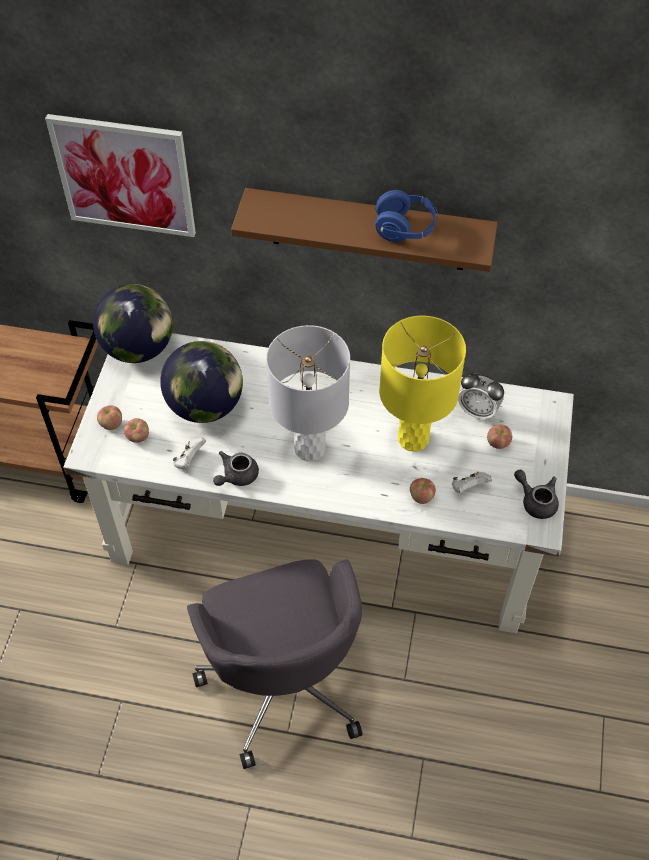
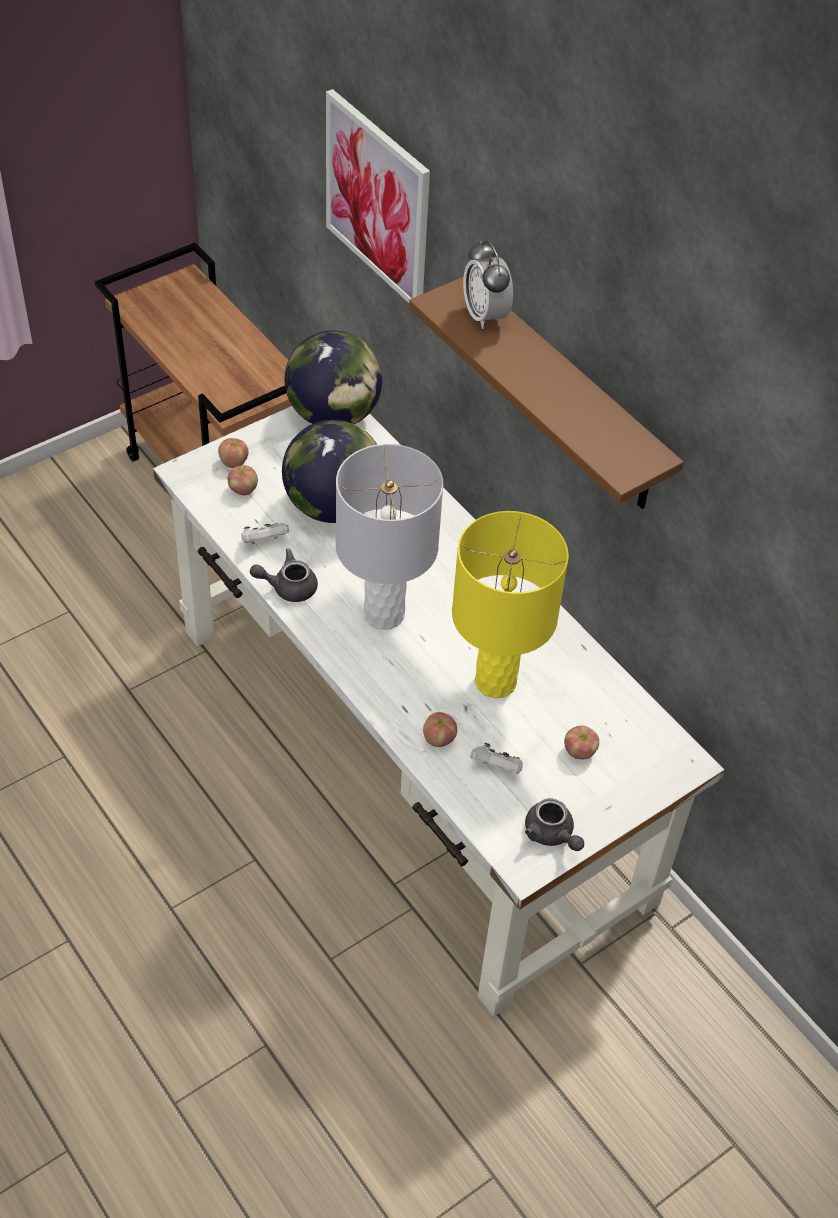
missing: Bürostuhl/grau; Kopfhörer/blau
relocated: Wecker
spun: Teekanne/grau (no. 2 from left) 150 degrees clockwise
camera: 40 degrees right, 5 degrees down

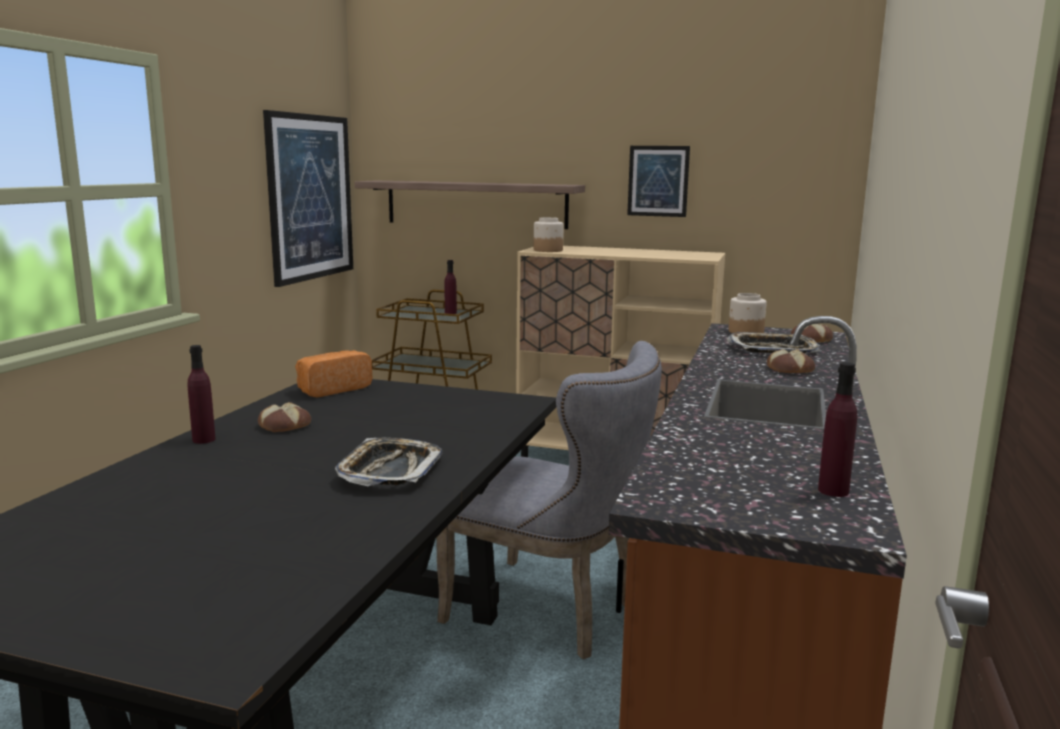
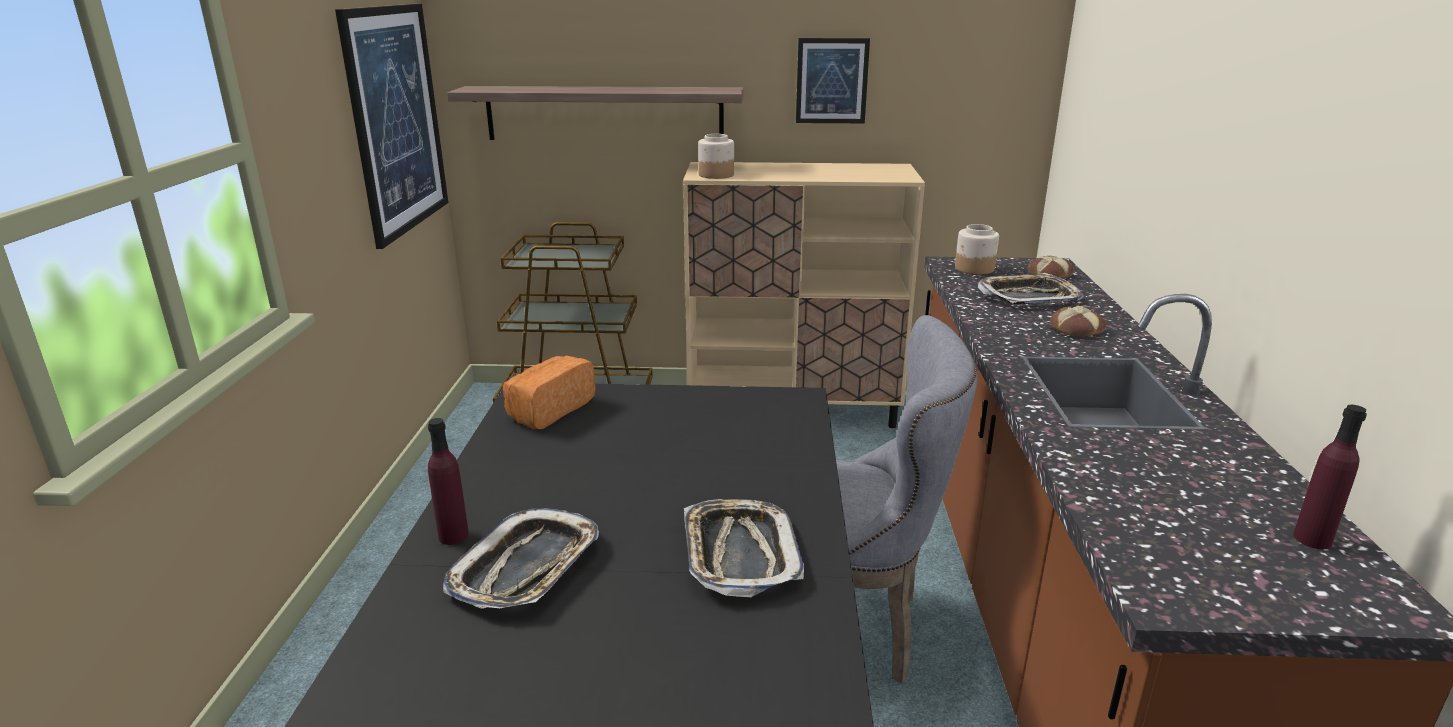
missing: Brot (no. 1 from left); Flasche/lila (no. 2 from left)
appeared: Tablett (no. 1 from left)
camera: 15 degrees left, 10 degrees up

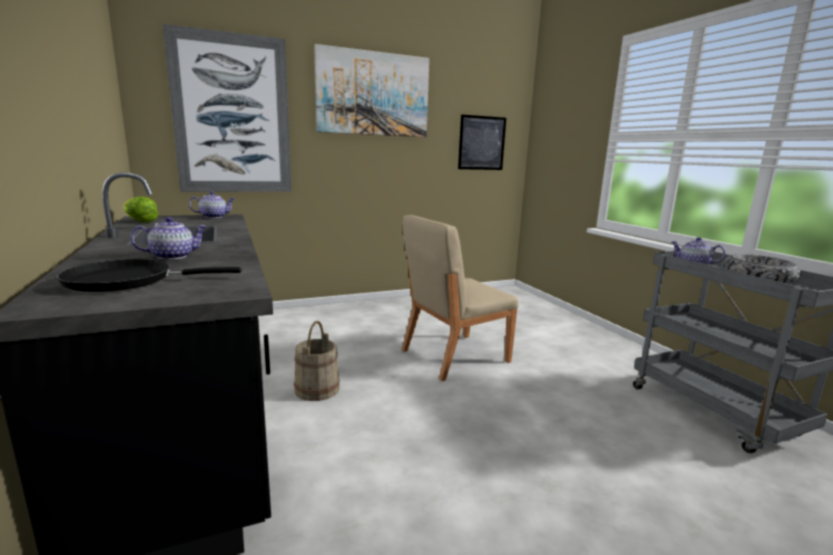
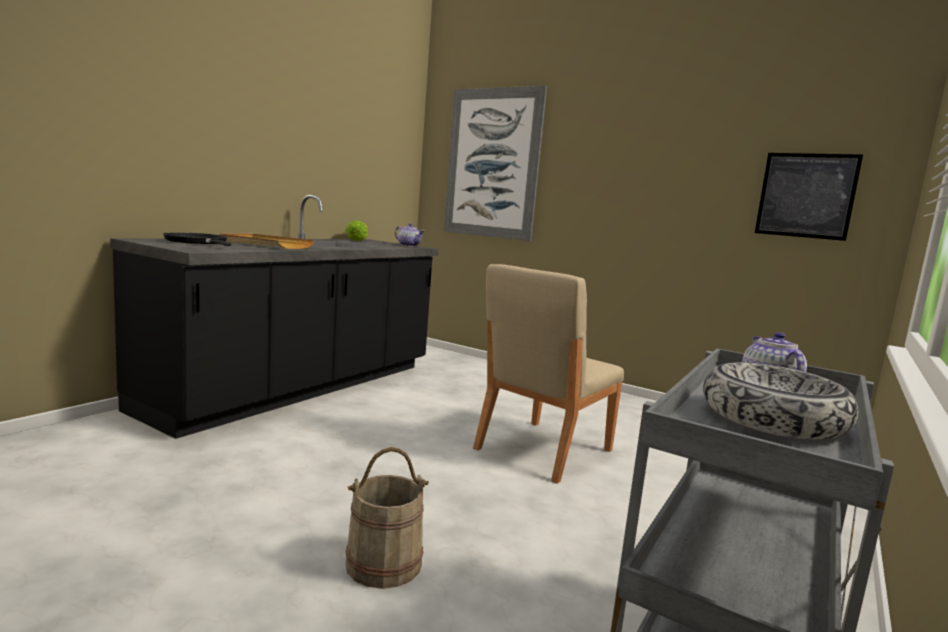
missing: Bild (no. 2 from left)
relocated: Eimer/beige
exchanged: Teekanne (no. 1 from left) to Tablett/beige
spun: Stuhl/beige 75 degrees counterclockwise
camera: 55 degrees right, 5 degrees down

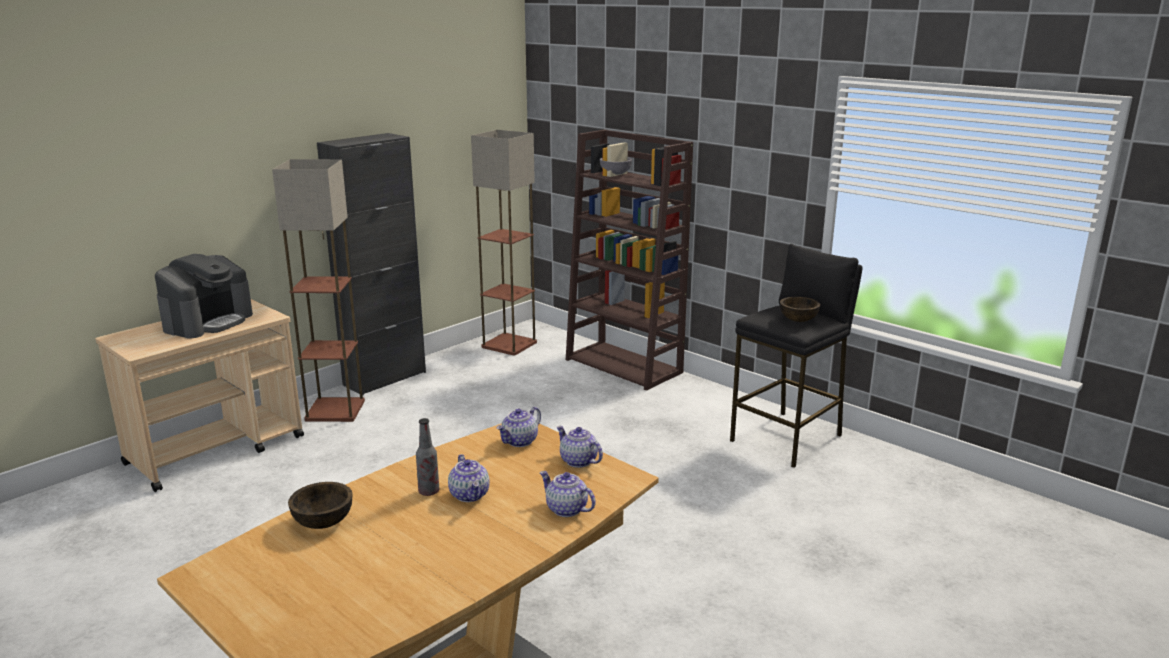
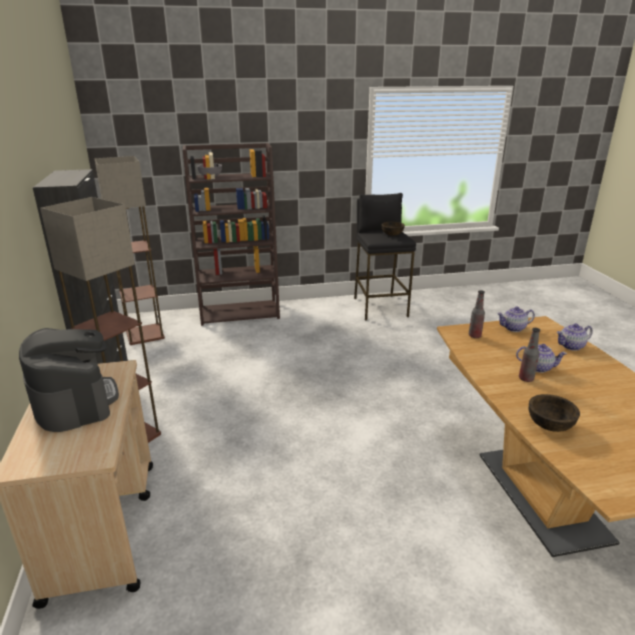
exchanged: Teekanne (no. 2 from left) to Flasche (no. 1 from left)
camera: 55 degrees left, 5 degrees up

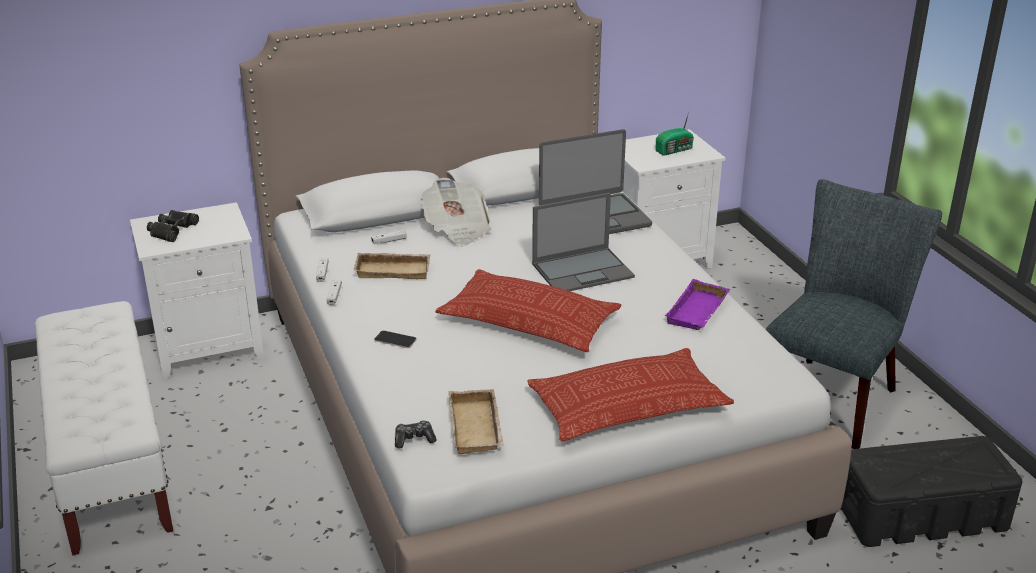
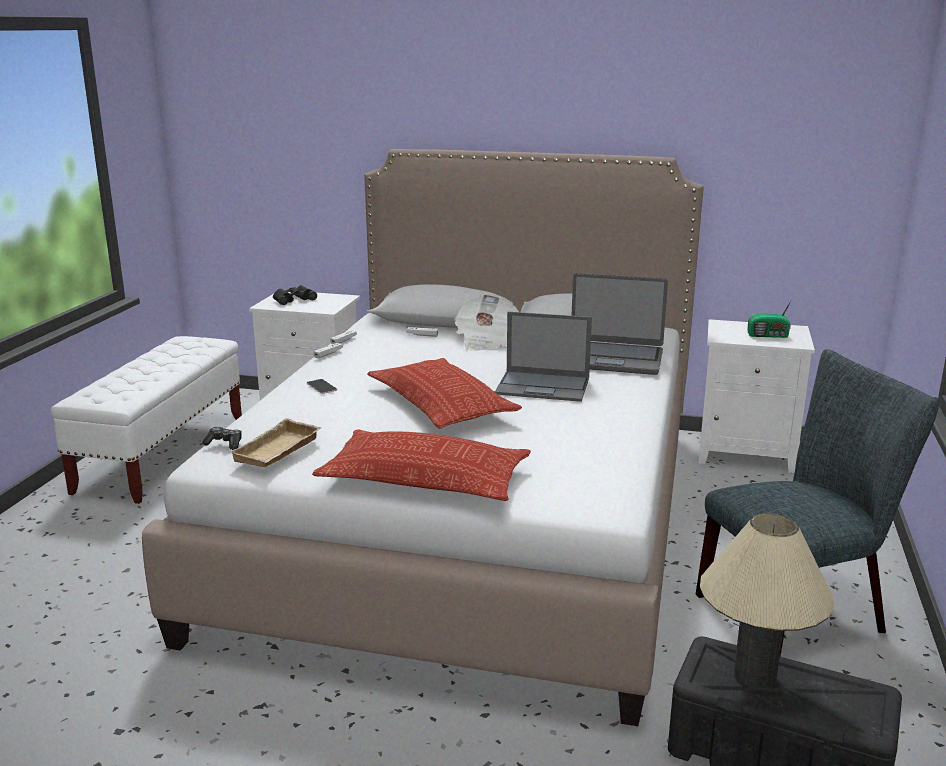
missing: Tablett/beige (no. 1 from left); Tablett/lila
appeared: Tischlampe/beige
camera: 35 degrees right, 10 degrees down

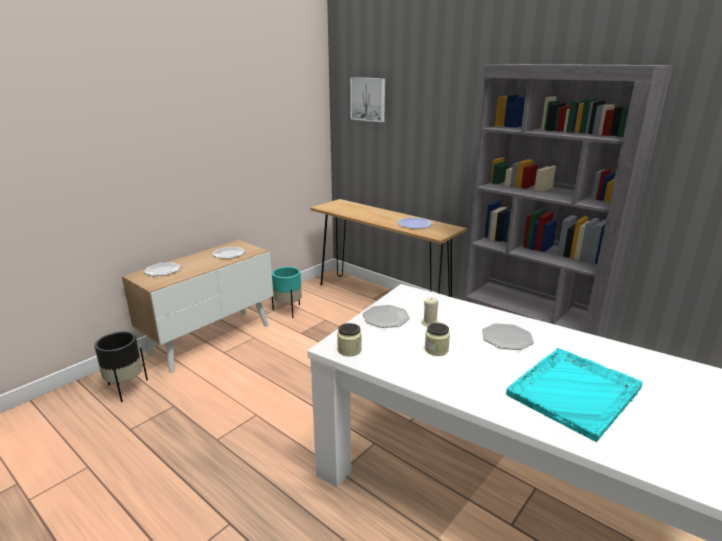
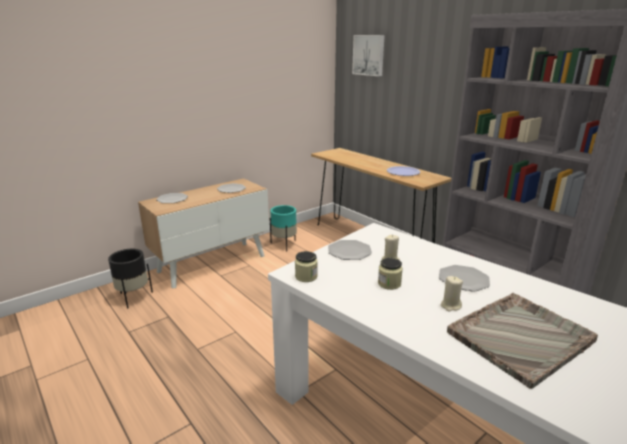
appeared: Kerze/beige (no. 2 from left)
colour: Tablett/türkis to Tablett/grau
camera: 10 degrees right, 0 degrees up

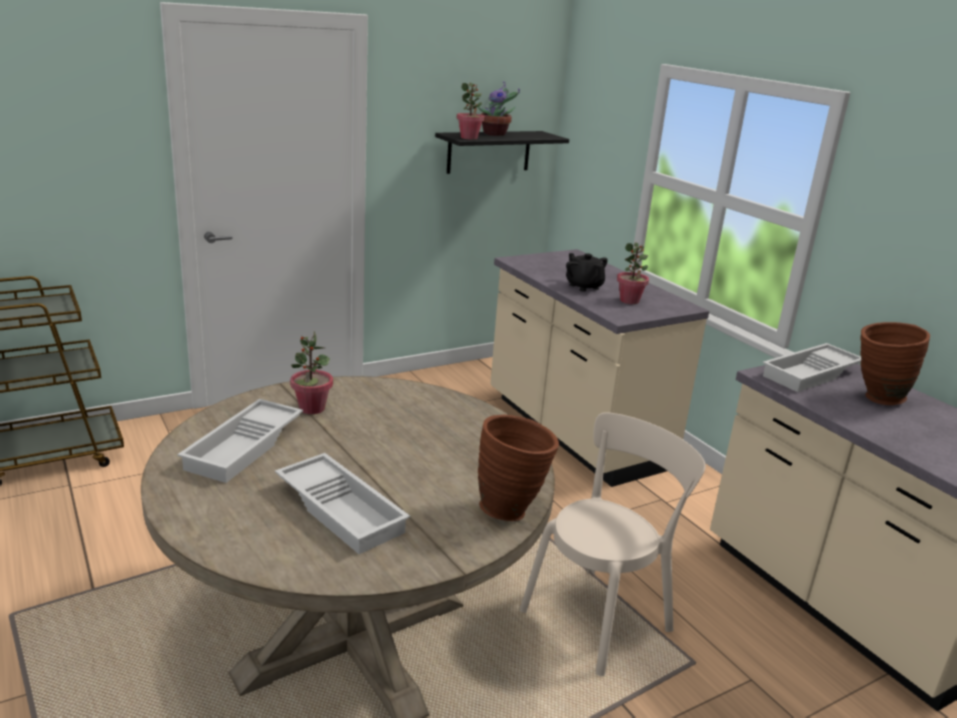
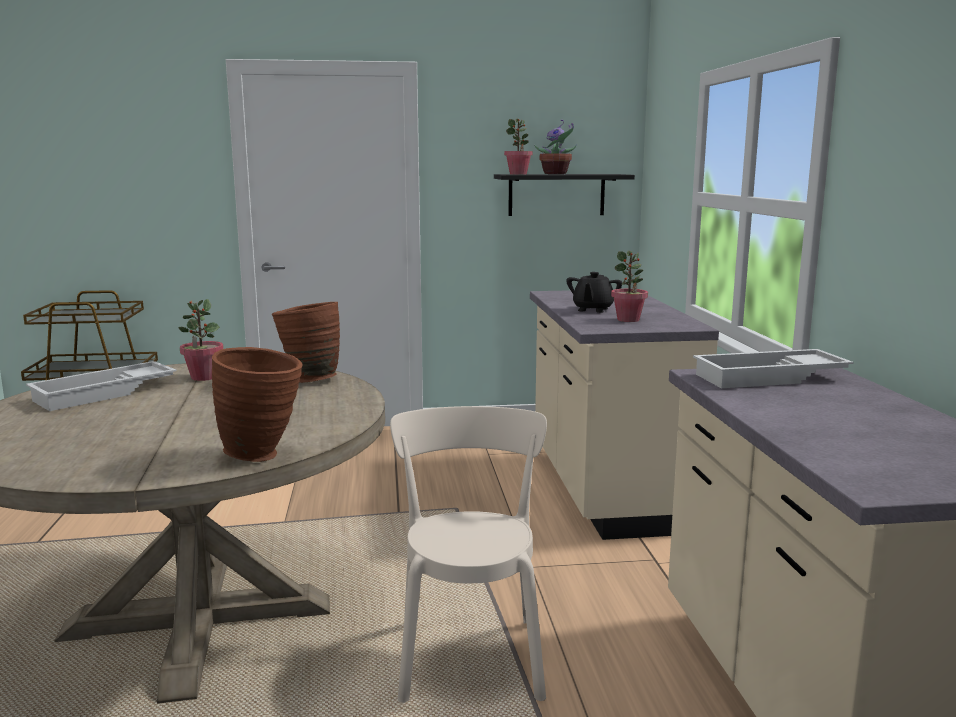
missing: Tablett/weiß (no. 2 from left)
relocated: Vase/braun (no. 2 from left)
spun: Stuhl/beige 75 degrees counterclockwise; Teekanne/schwarz 150 degrees counterclockwise
camera: 25 degrees right, 10 degrees down

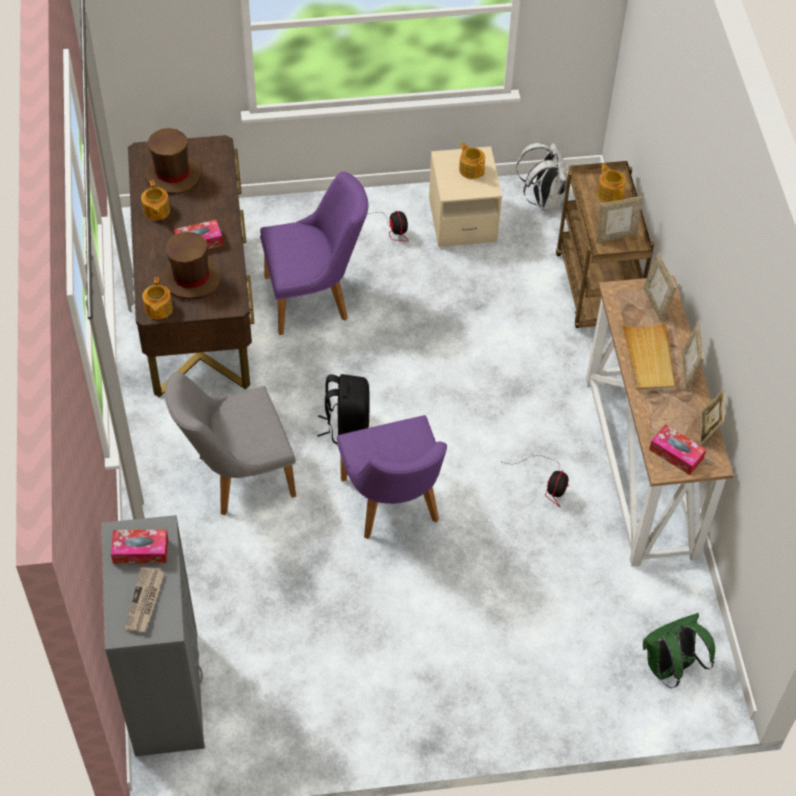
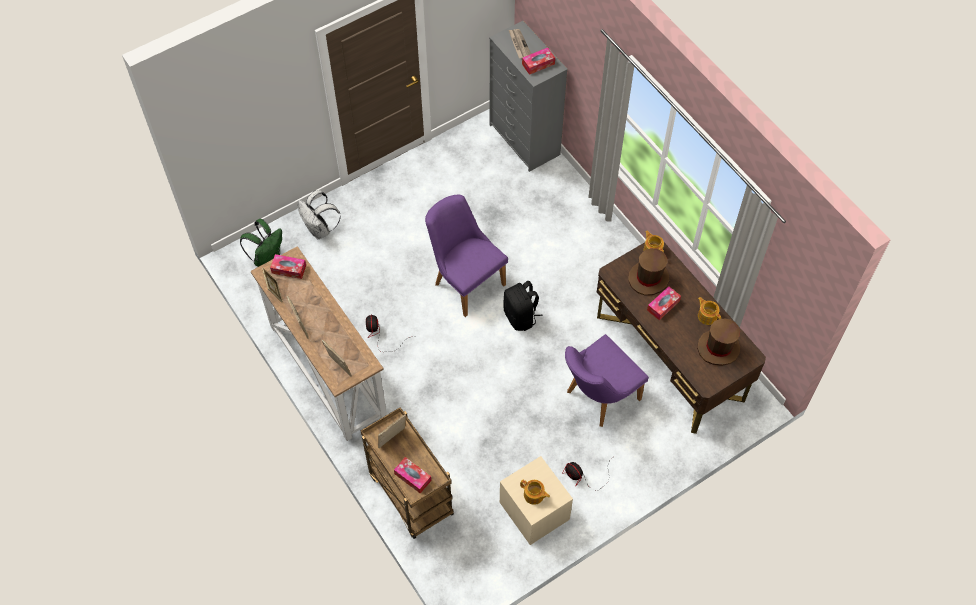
missing: Stuhl/grau; Tablett/beige
relocated: Rucksack/weiß
exchanged: Teekanne (no. 4 from left) to Taschentuchbox (no. 2 from left)
camera: 155 degrees right, 5 degrees up

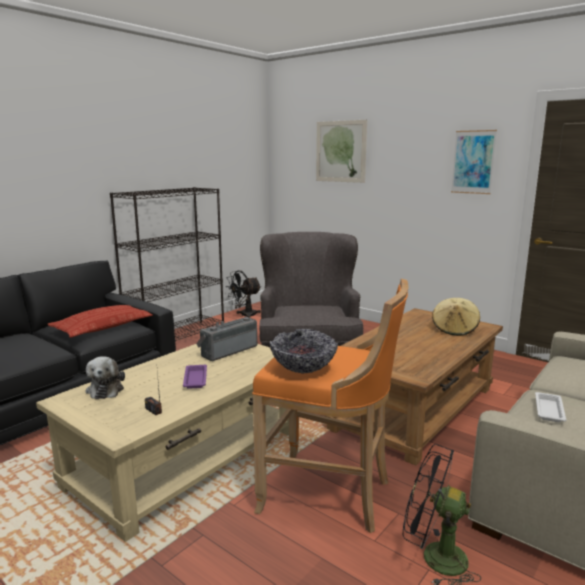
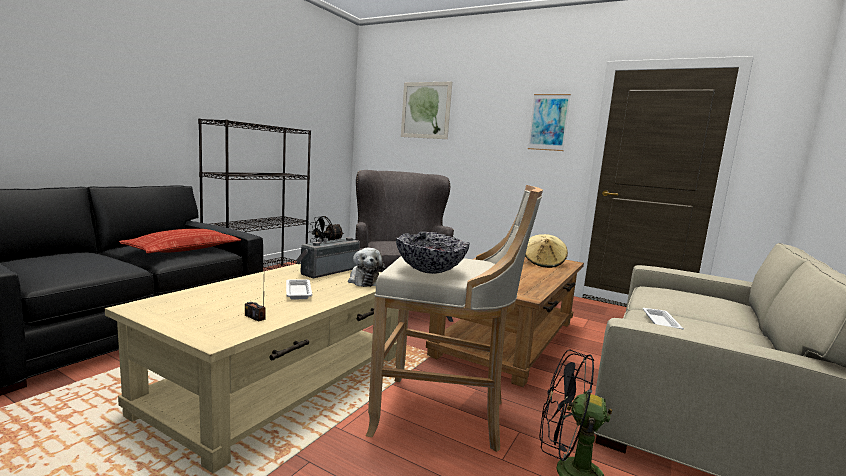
relocated: Plüschtier
colour: Tablett/lila to Tablett/weiß (no. 1 from left); Hocker/orange to Hocker/beige
camera: 10 degrees left, 5 degrees down

